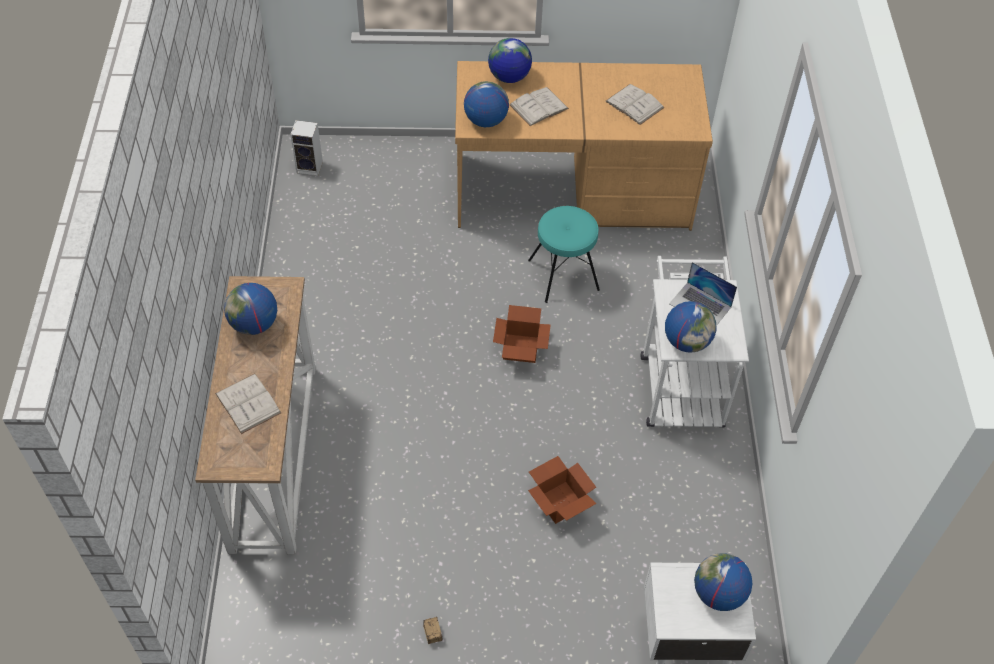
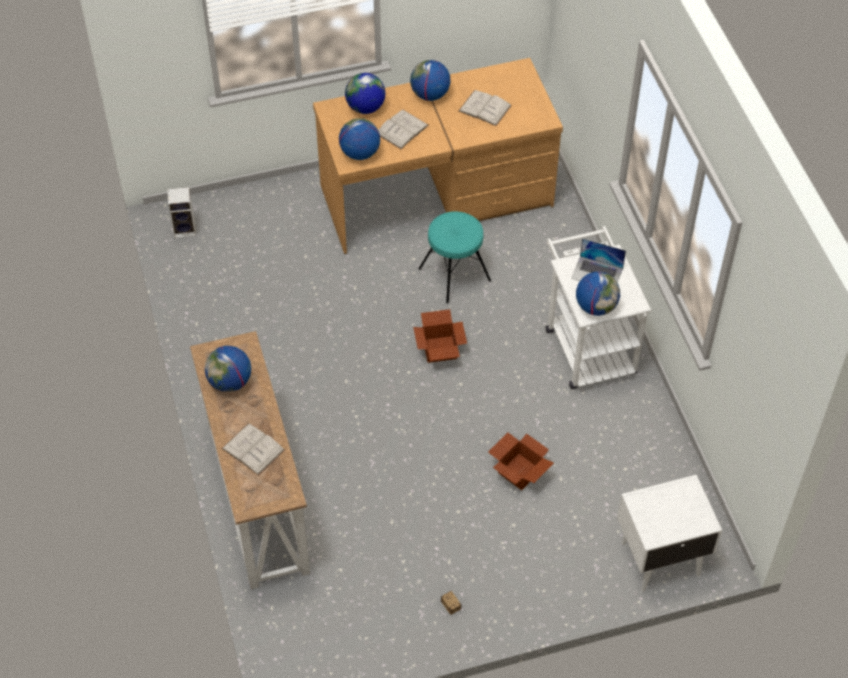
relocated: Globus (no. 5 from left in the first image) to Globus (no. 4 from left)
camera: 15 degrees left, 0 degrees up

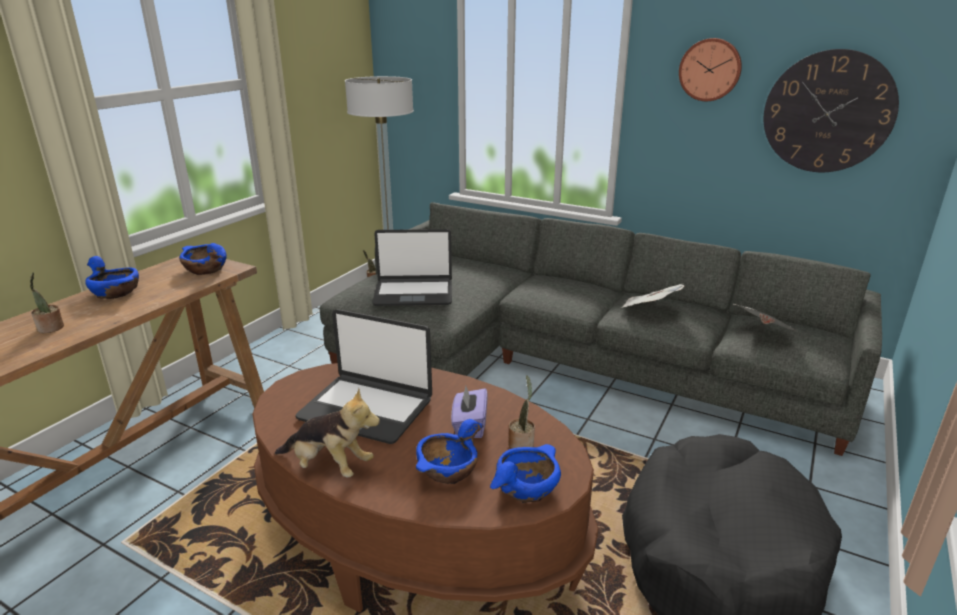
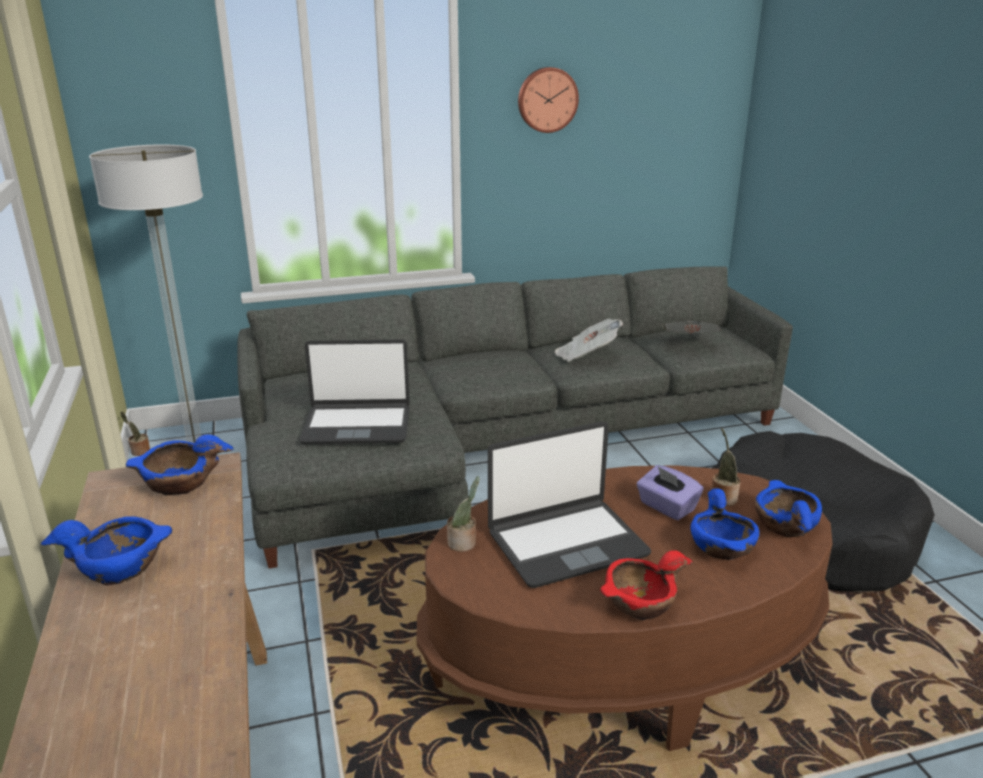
missing: Wanduhr (no. 2 from left)
relocated: Topfpflanze (no. 1 from left in the first image) to Topfpflanze (no. 2 from left)
exchanged: Plüschtier to Schüssel/rot
spun: Laptop (no. 2 from left in the first image) 45 degrees clockwise
camera: 45 degrees left, 0 degrees up

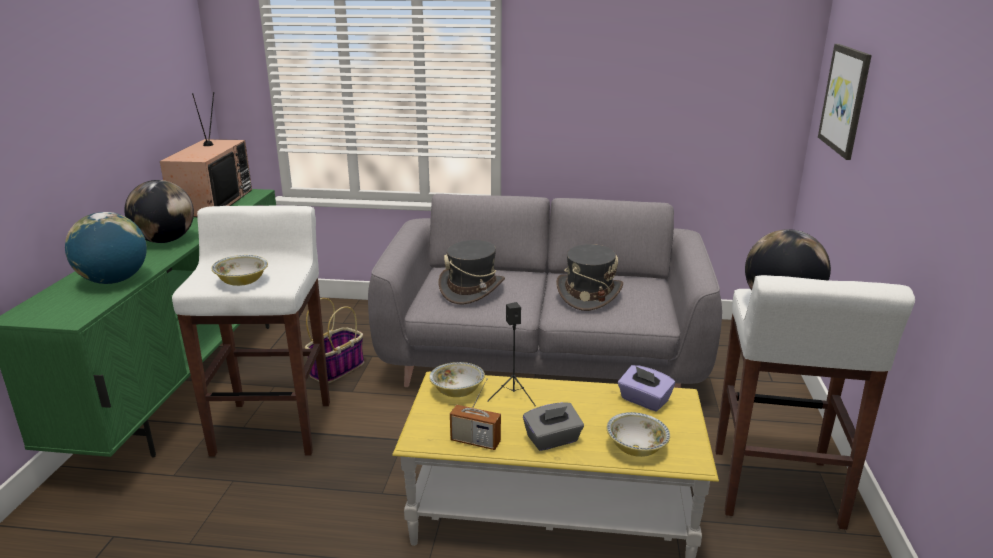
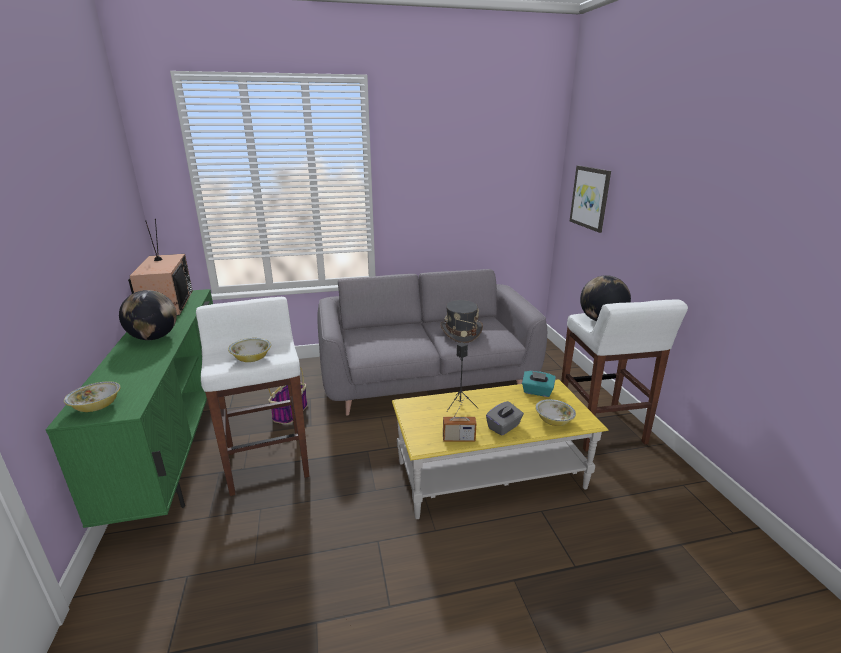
missing: Globus (no. 1 from left); Hut/grau (no. 1 from left)
relocated: Schüssel (no. 2 from left in the first image) to Schüssel (no. 1 from left)
colour: Taschentuchbox/lila to Taschentuchbox/türkis
camera: 20 degrees left, 0 degrees up

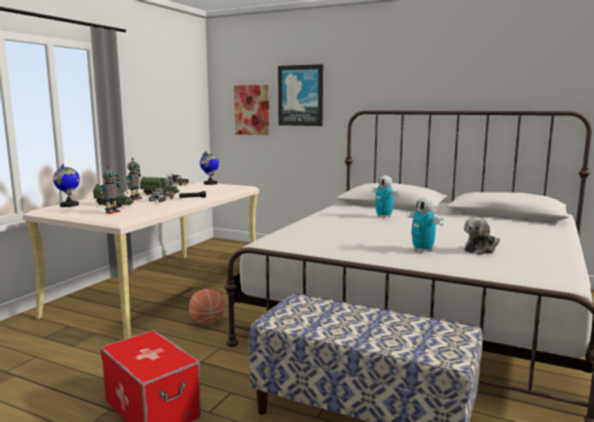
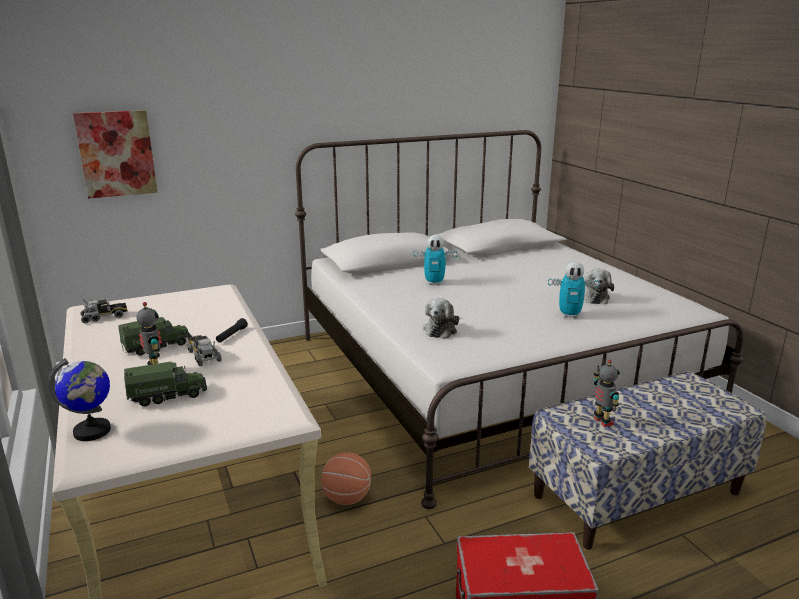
missing: Globus (no. 2 from left); Bild (no. 2 from left)
appeared: Plüschtier (no. 1 from left)
relocated: Spielzeugroboter (no. 1 from left in the first image) to Spielzeugroboter (no. 4 from left)
camera: 50 degrees left, 10 degrees up

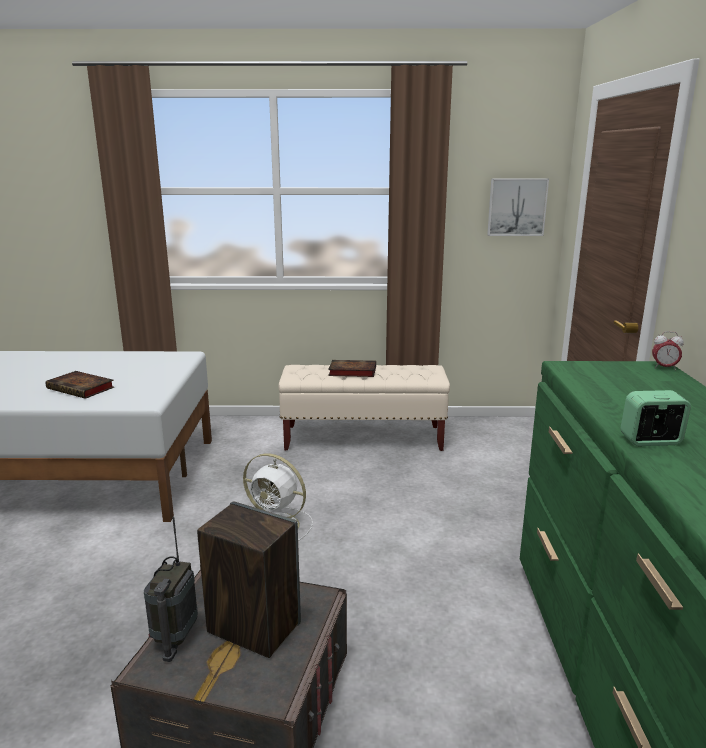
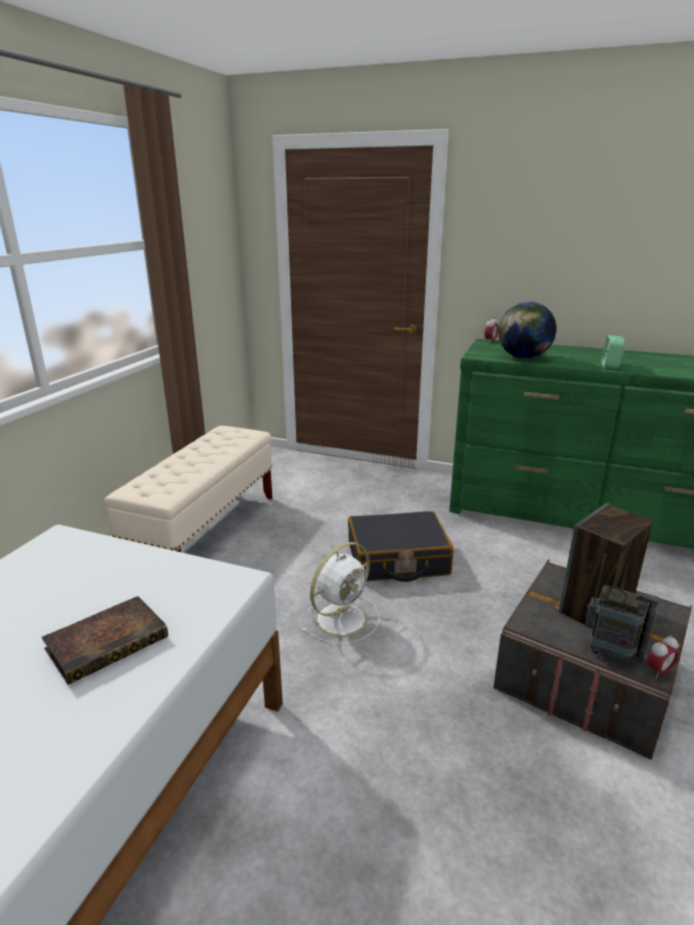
missing: Buch (no. 2 from left); Bild
appeared: Koffer/schwarz; Globus; Wecker (no. 3 from left)
camera: 70 degrees left, 5 degrees up

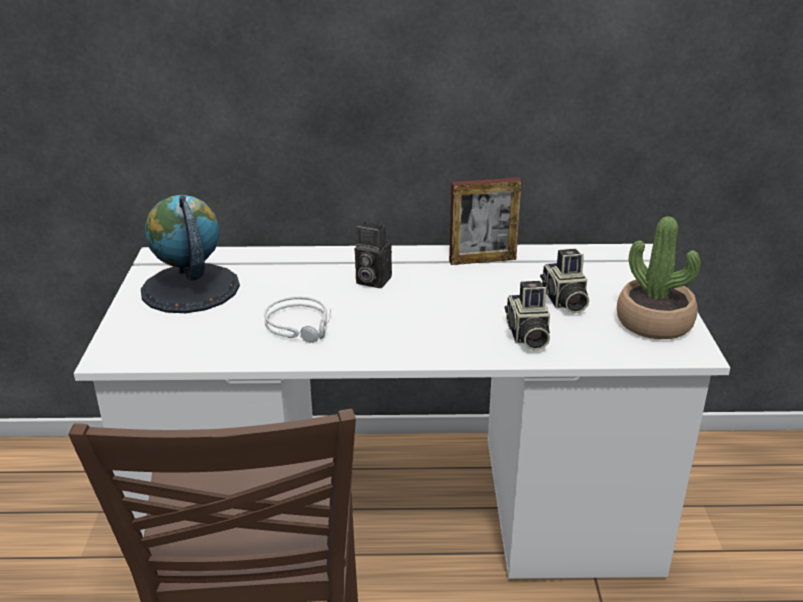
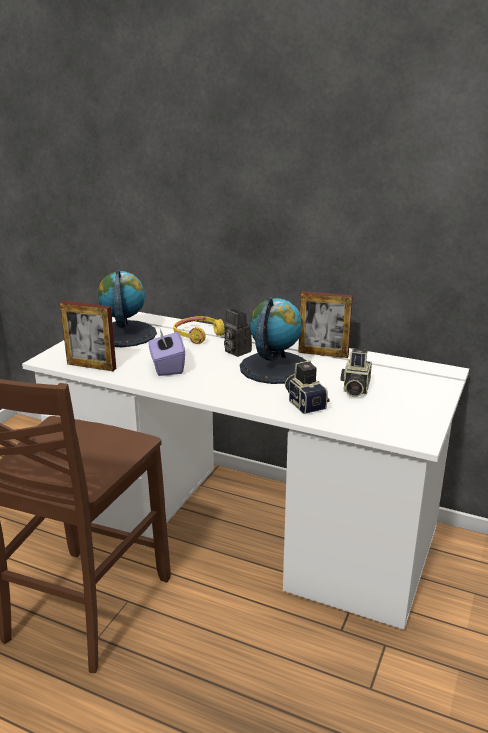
missing: Topfpflanze
appeared: Bilderrahmen (no. 1 from left); Kopfhörer/gelb; Globus (no. 2 from left)
exchanged: Kopfhörer/grau to Taschentuchbox/lila
spun: Kamera (no. 2 from left) 135 degrees clockwise
camera: 25 degrees right, 5 degrees down

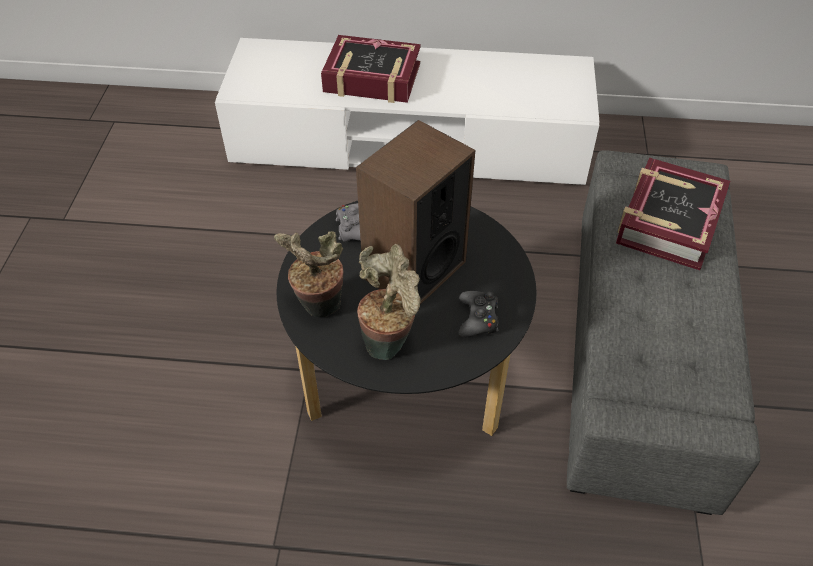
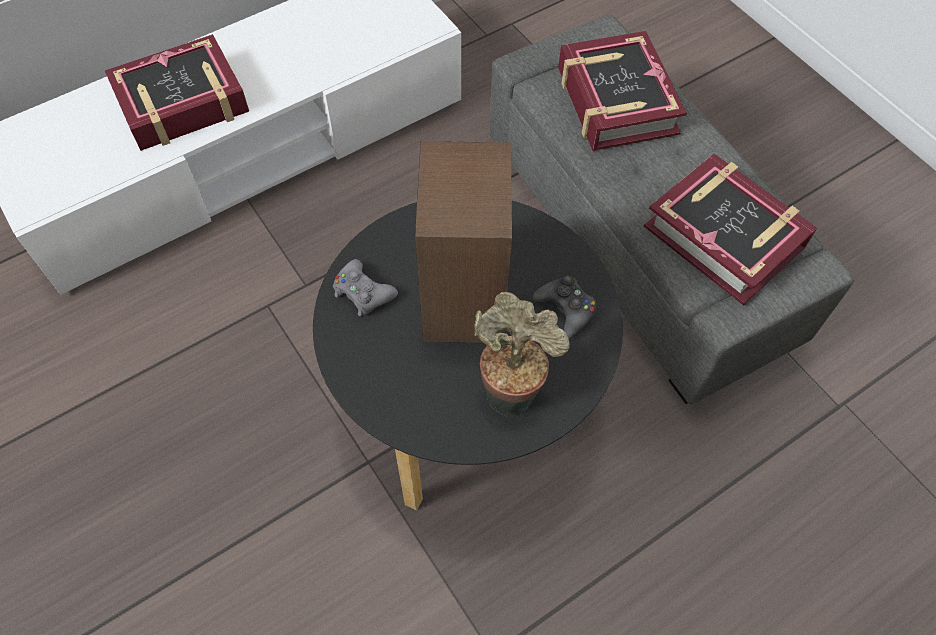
missing: Topfpflanze (no. 1 from left)
appeared: Buch (no. 3 from left)
camera: 40 degrees left, 10 degrees up

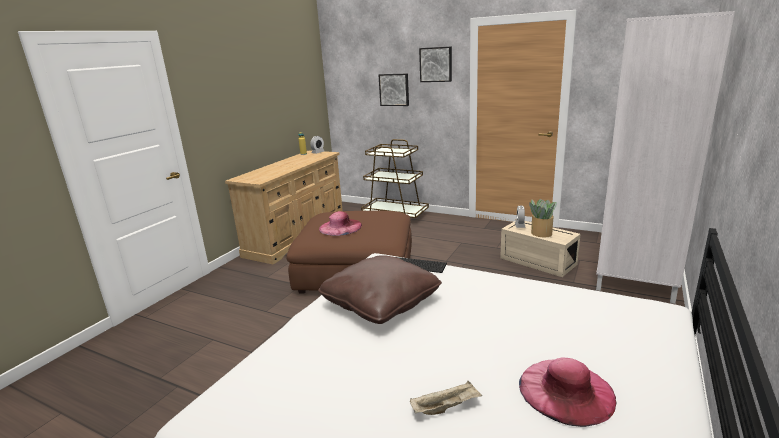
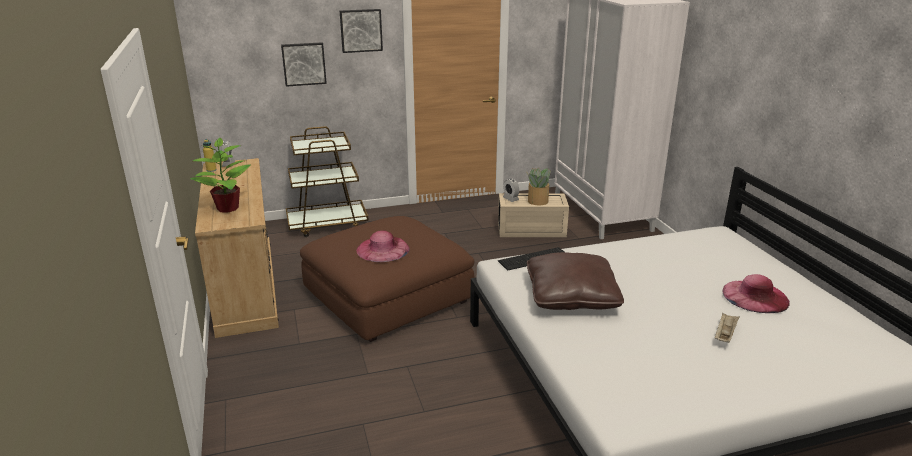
appeared: Topfpflanze (no. 1 from left)
camera: 45 degrees left, 5 degrees up

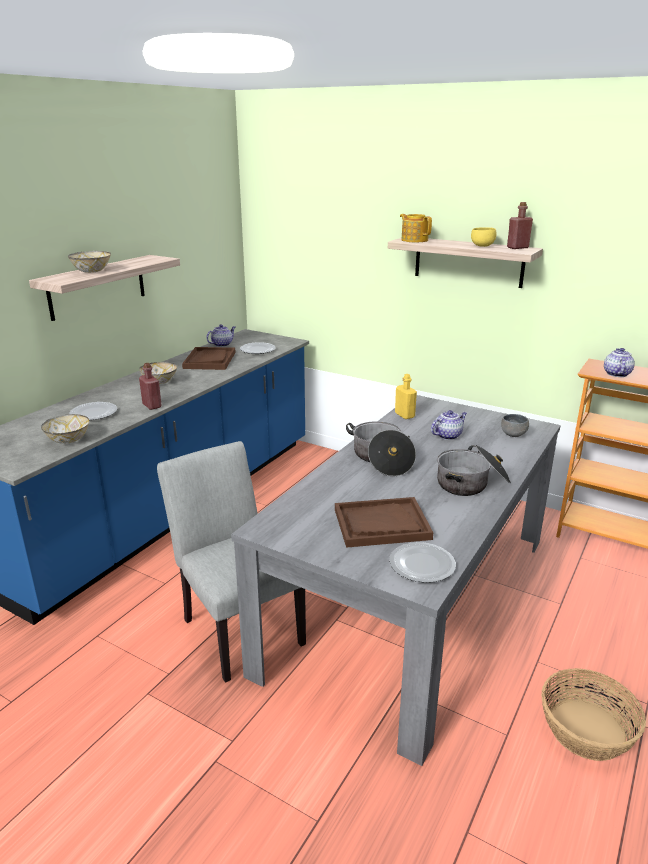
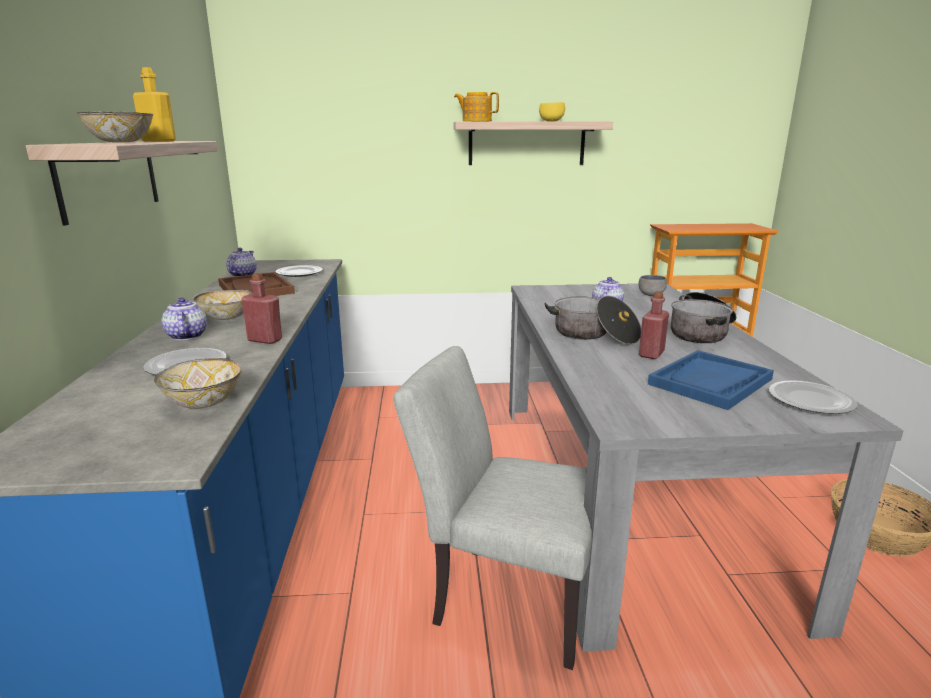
relocated: Flasche/gelb; Flasche/rot (no. 2 from left); Teekanne (no. 4 from left in the first image) to Teekanne (no. 1 from left)
colour: Tablett/braun (no. 2 from left) to Tablett/blau
camera: 35 degrees left, 5 degrees down

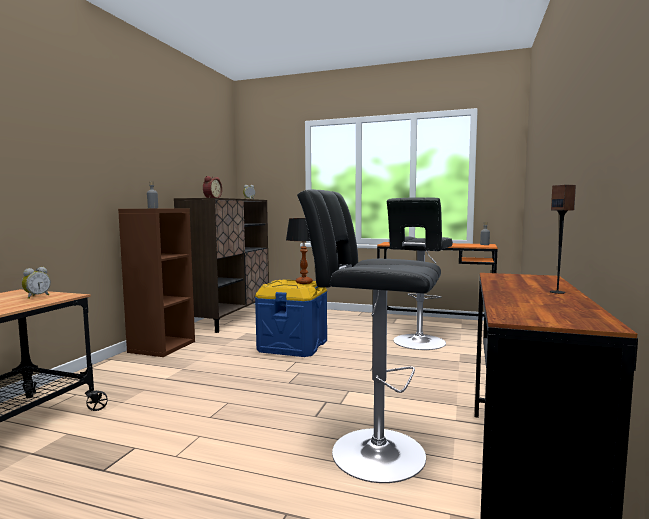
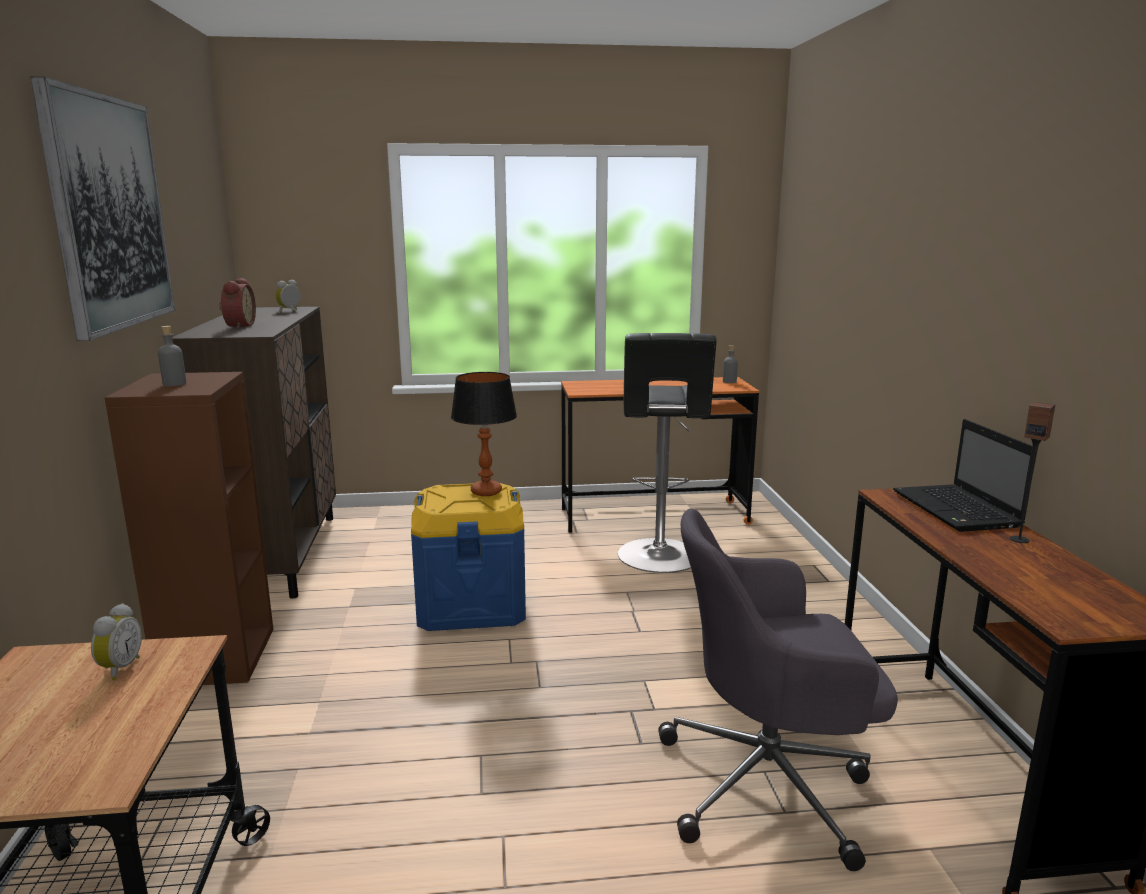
appeared: Bild; Laptop
exchanged: Hocker/schwarz (no. 1 from left) to Bürostuhl/grau
camera: 25 degrees left, 10 degrees up

